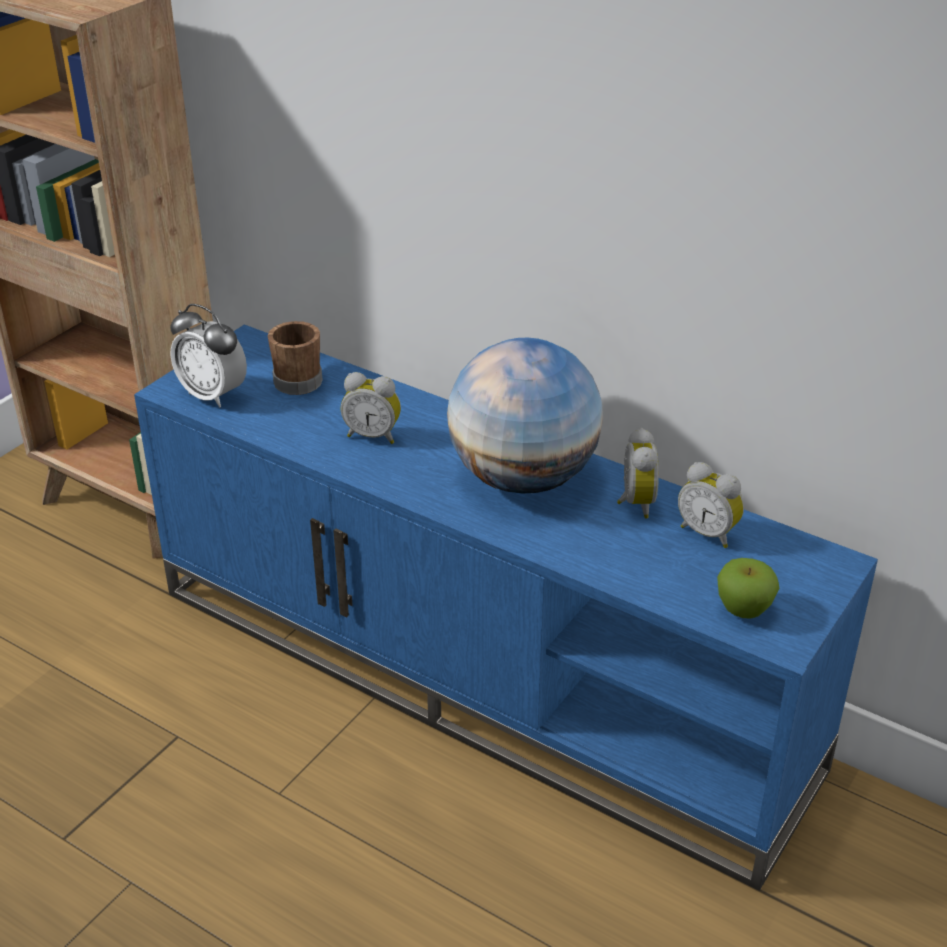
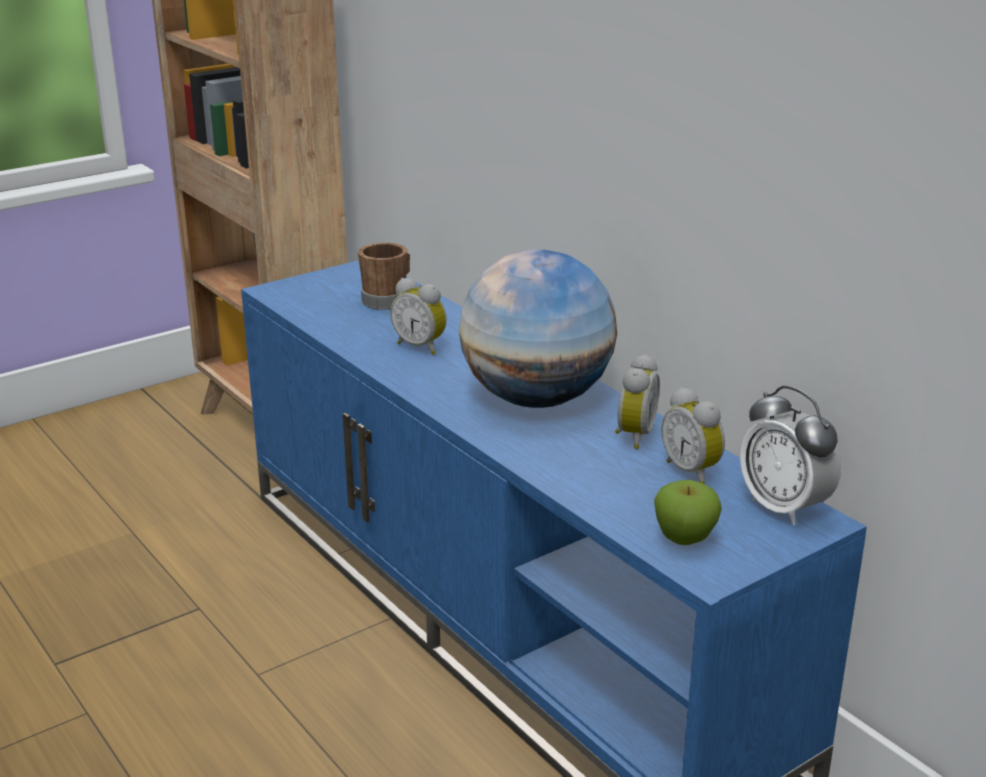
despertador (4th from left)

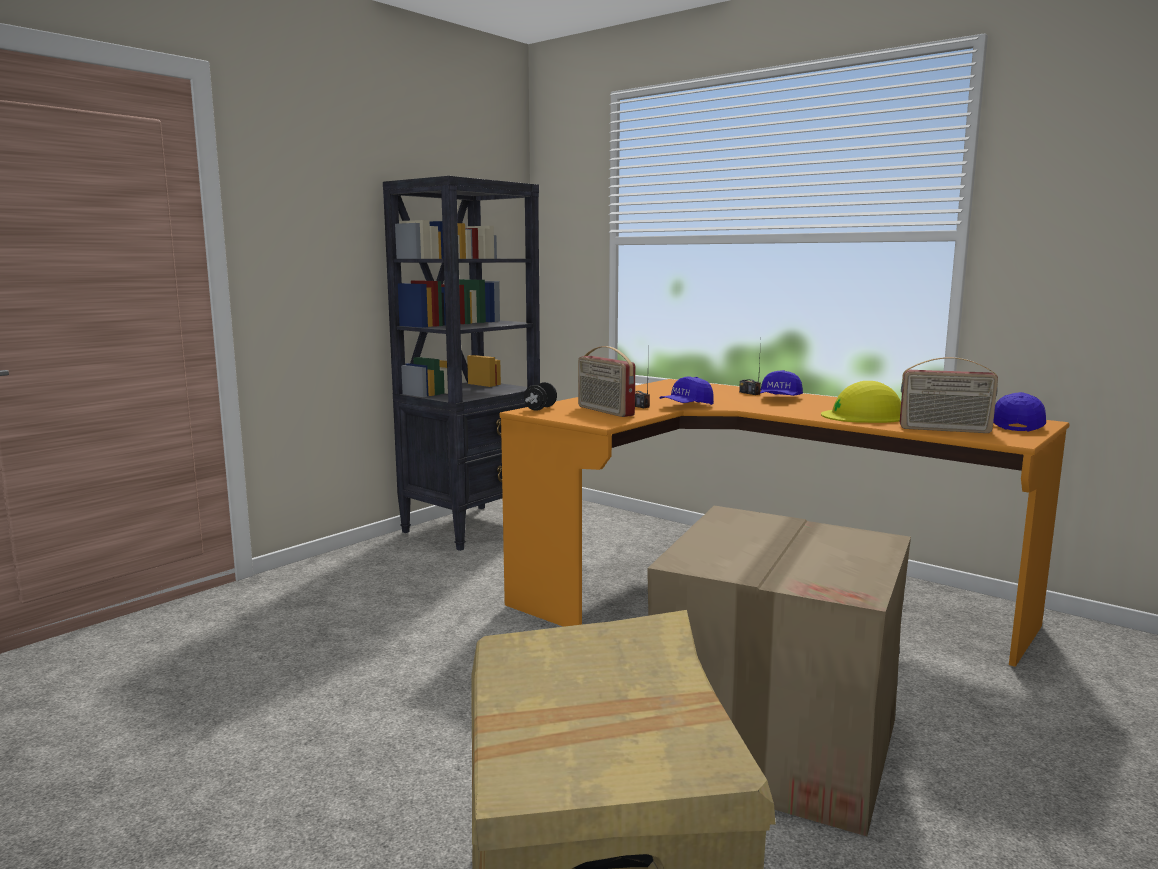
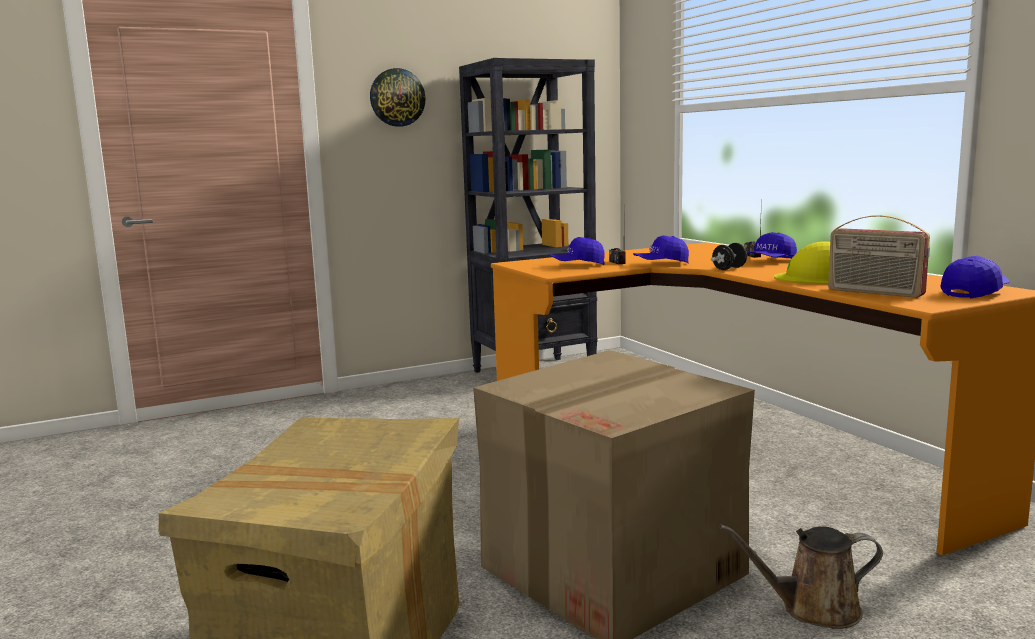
gorra/azul (1st from left)
mancuerna/negro
reloj de pared
regadera/marrón

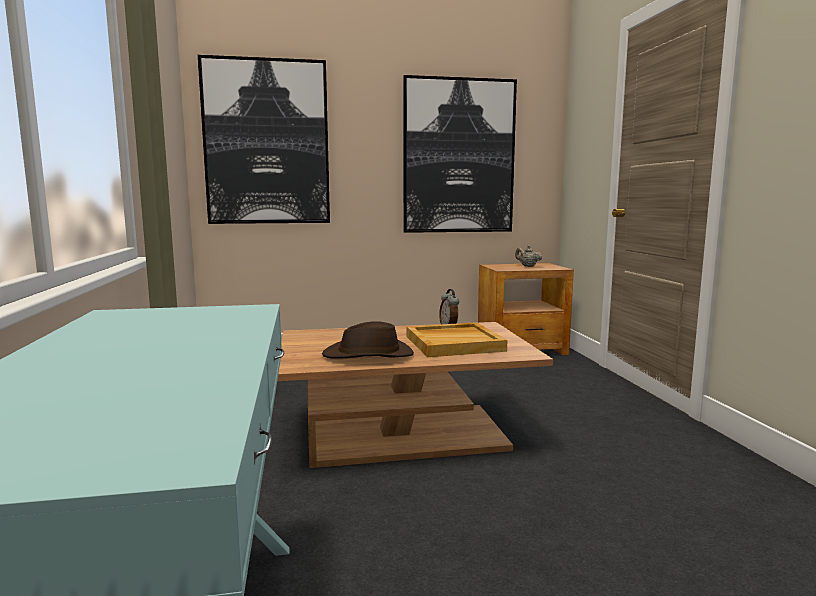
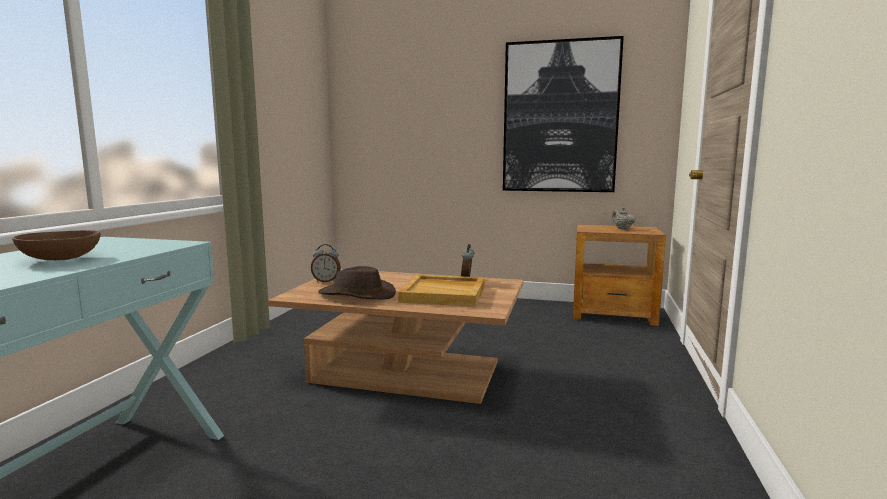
cuadro (1st from left in the first image)
cuenco/marrón
despertador (1st from left)

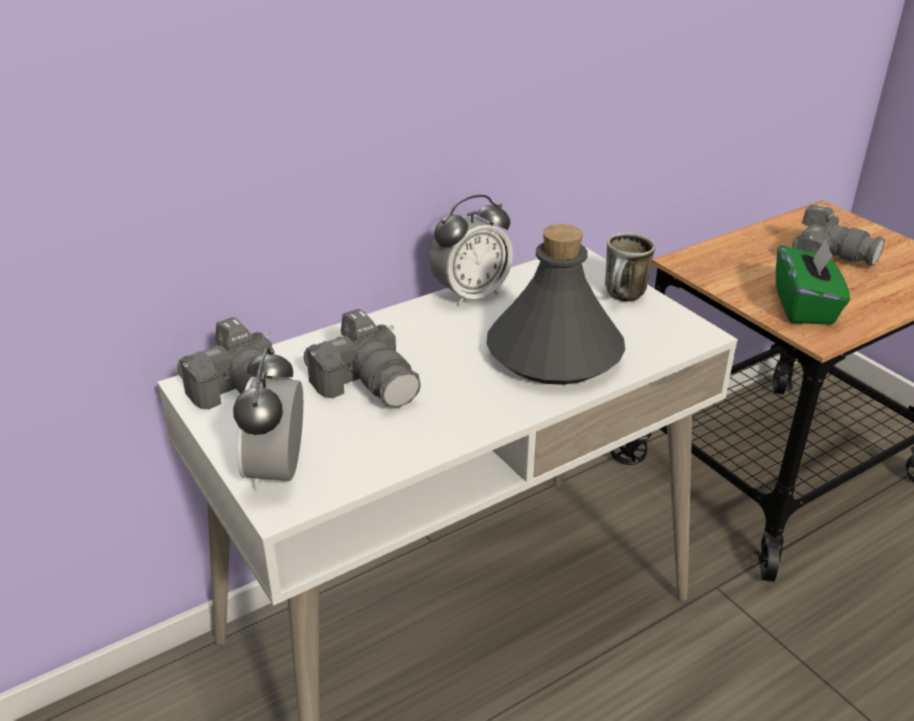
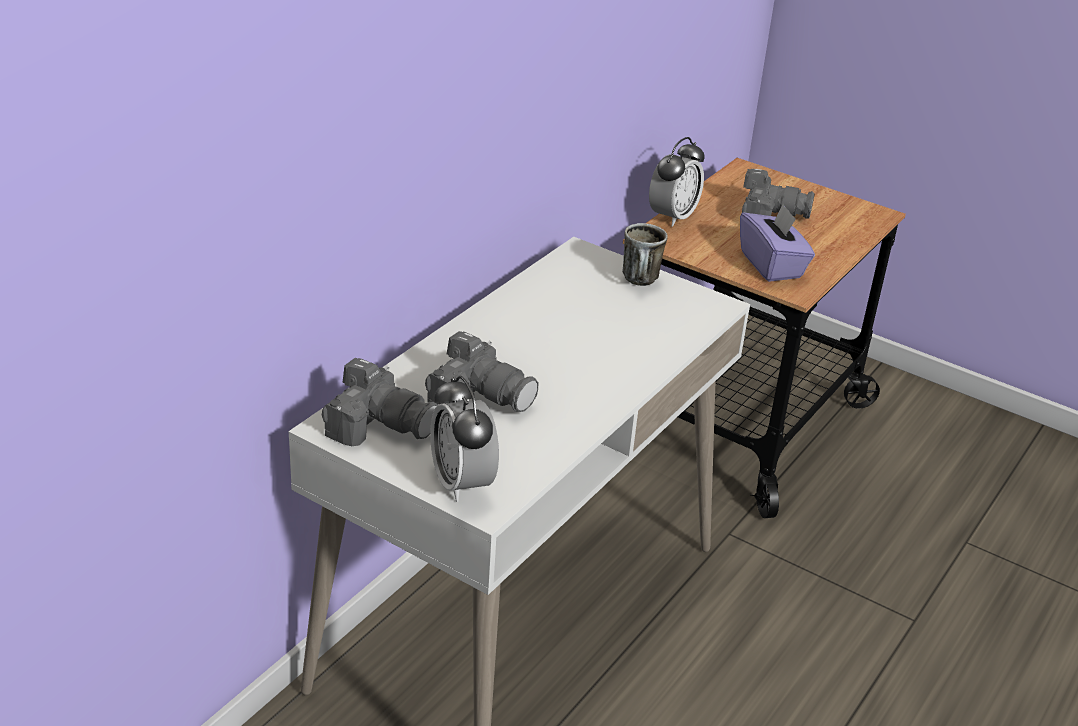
despertador (2nd from left)
botella/gris
caja de pañuelos/morado

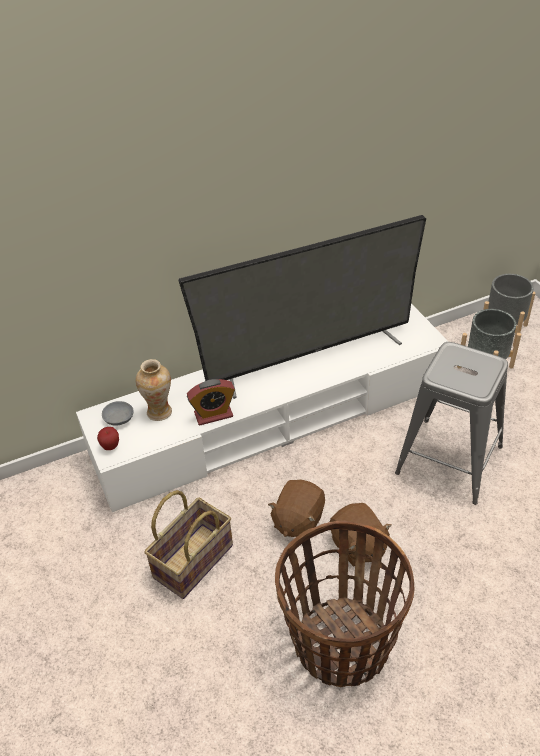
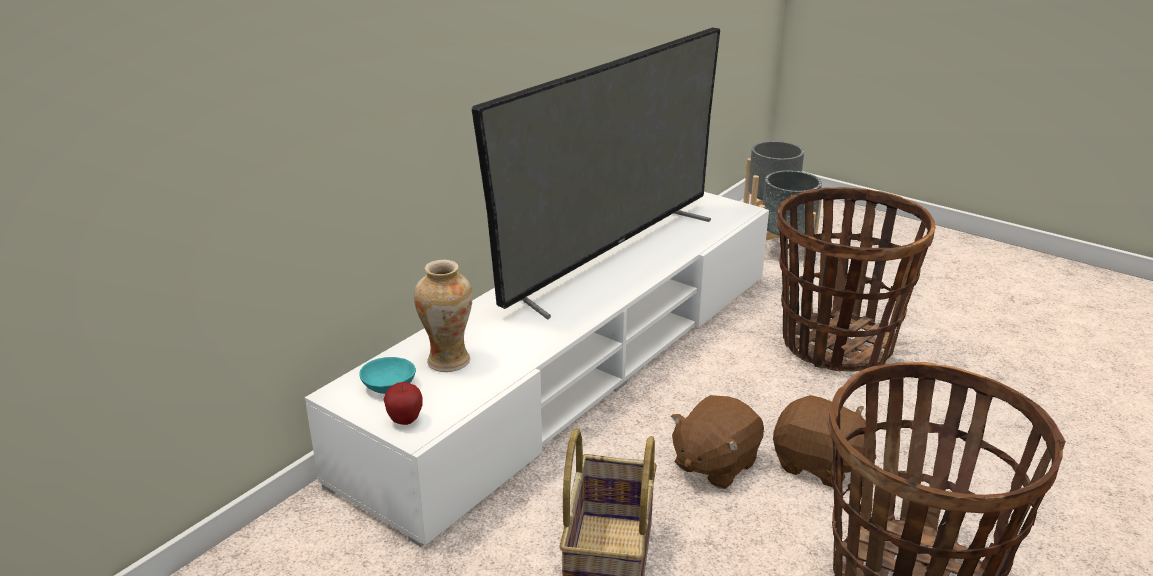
cesta (2nd from left)
despertador
cuenco/turquesa
peluche/marrón (1st from left)

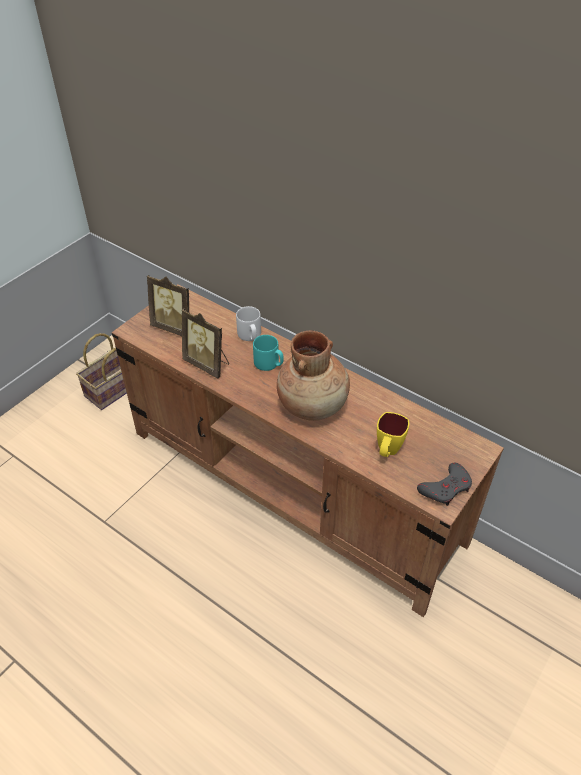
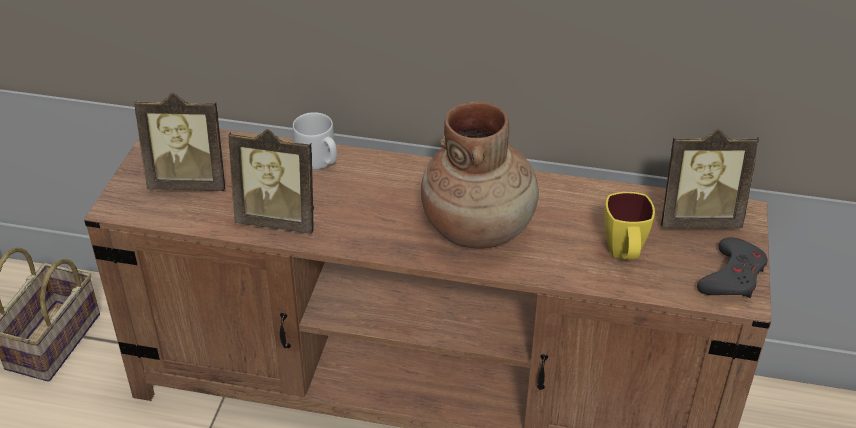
taza grande/turquesa
portarretratos (3rd from left)

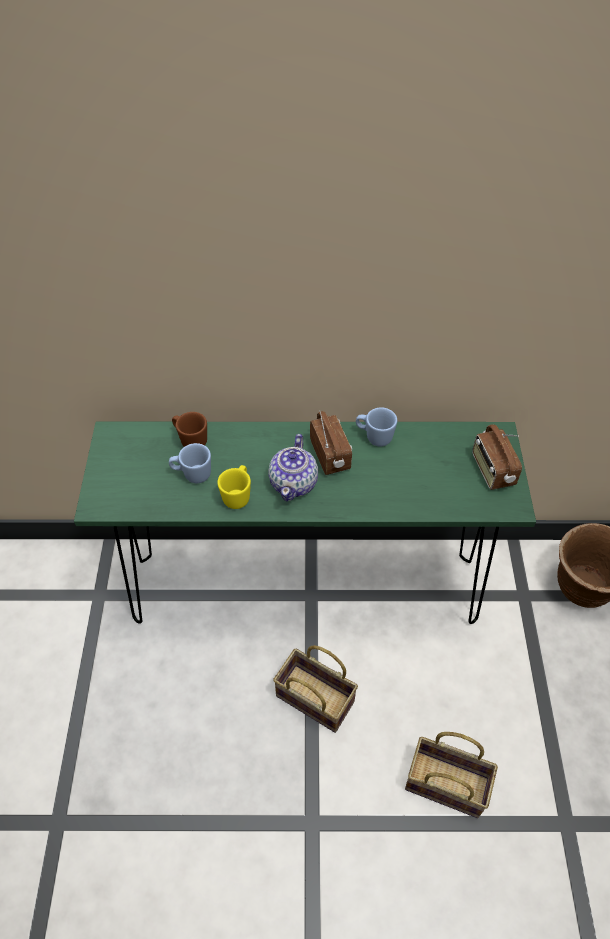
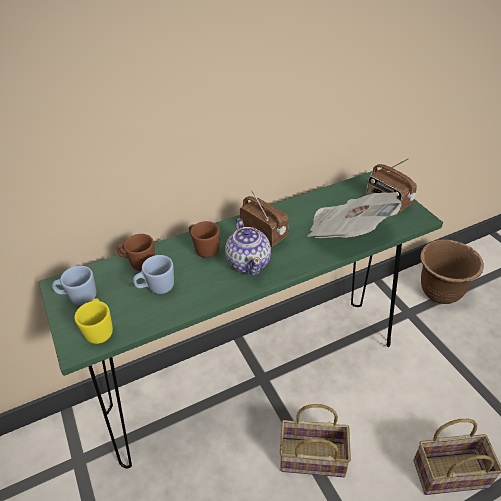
taza grande/azul (1st from left)
taza grande/amarillo
periódico
taza grande/marrón (2nd from left)

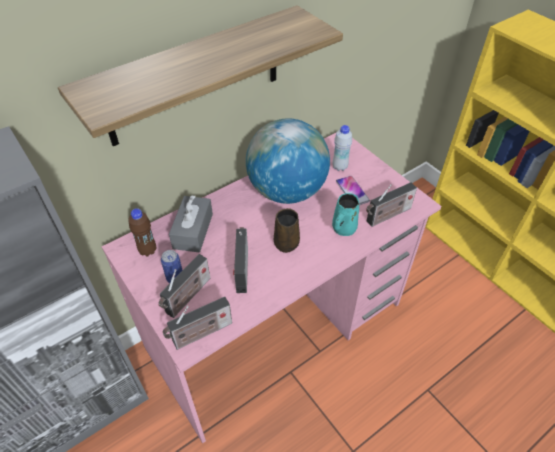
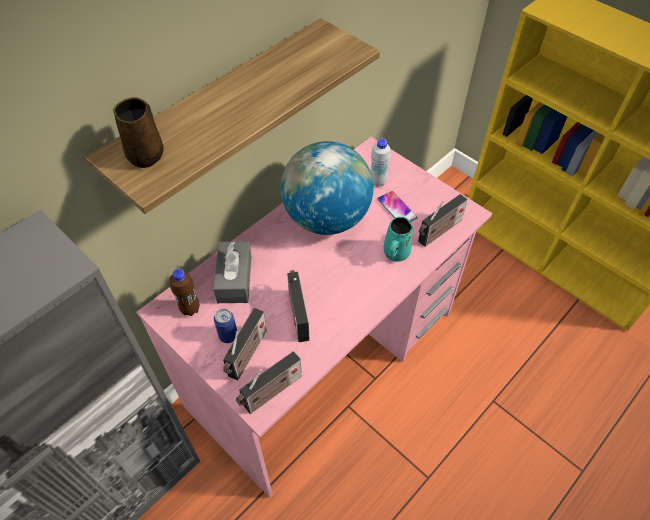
taza grande/marrón

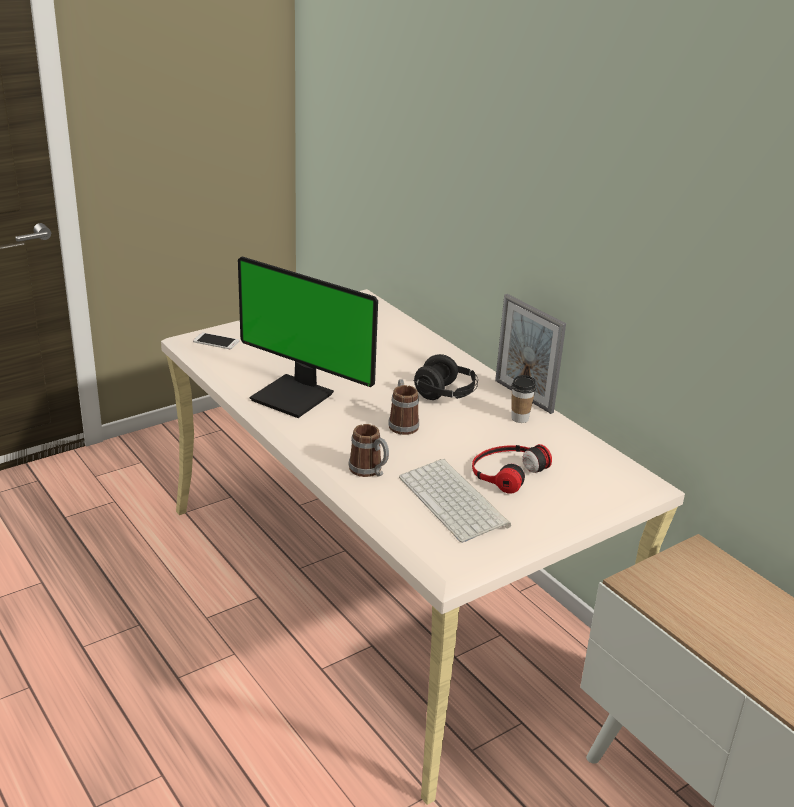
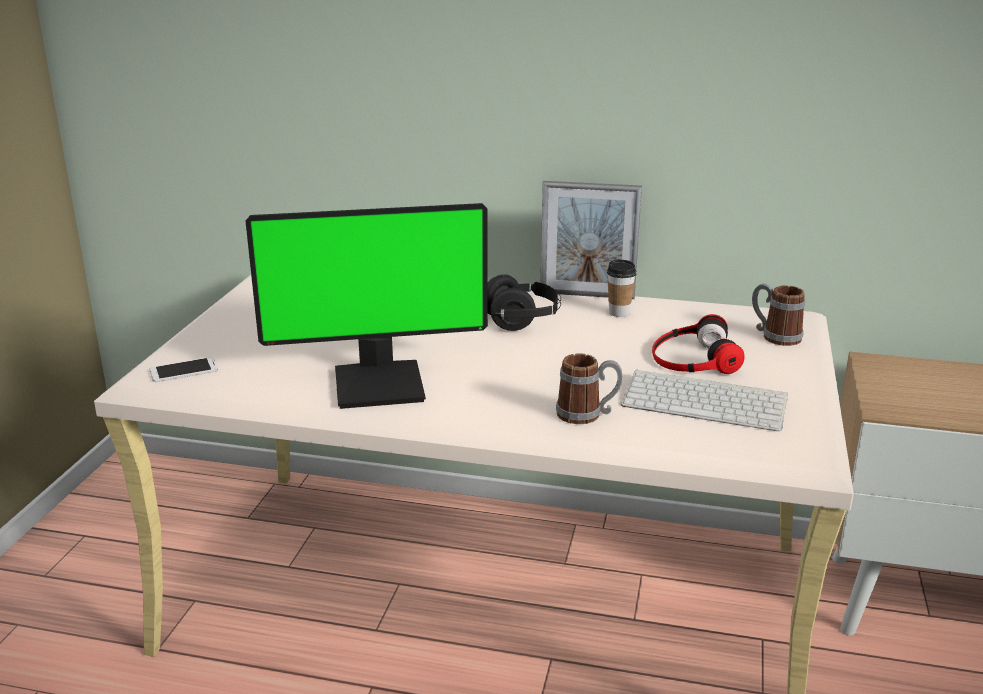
taza grande (2nd from left)

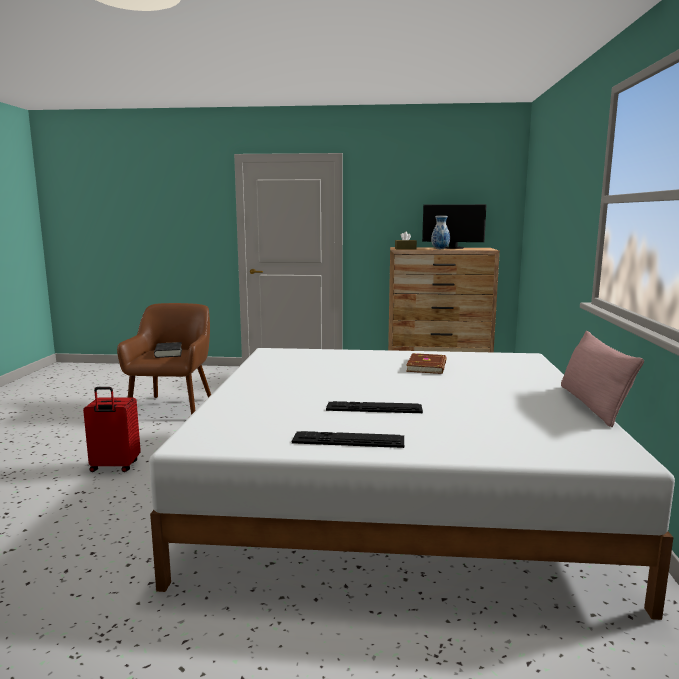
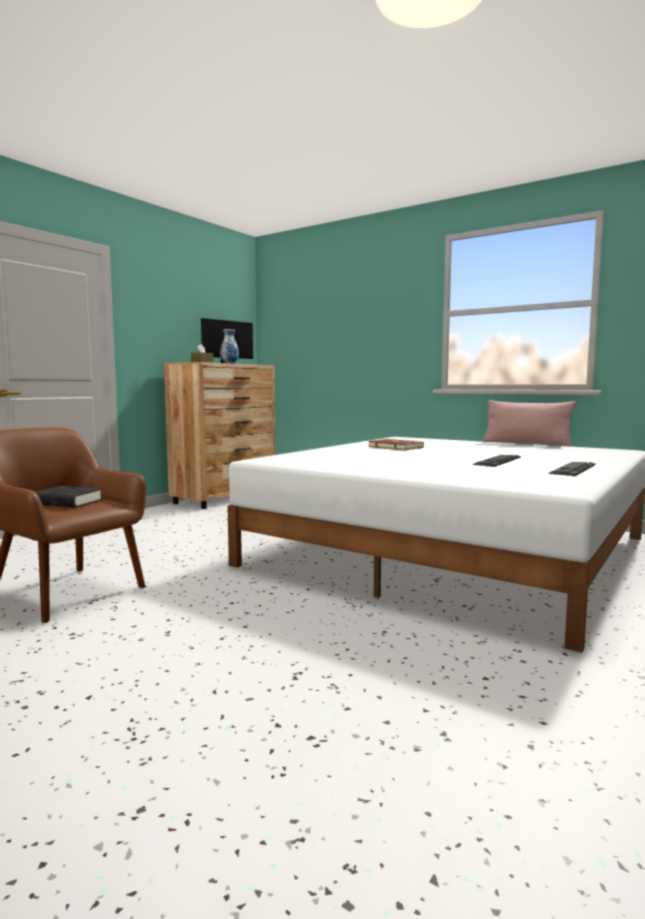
maleta/rojo

